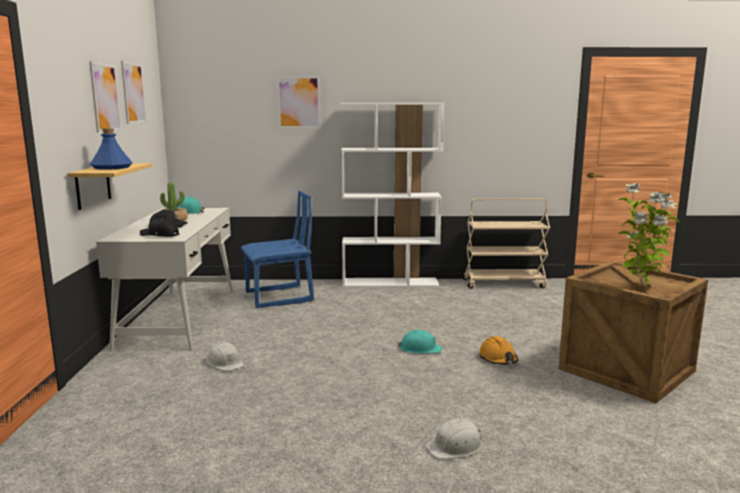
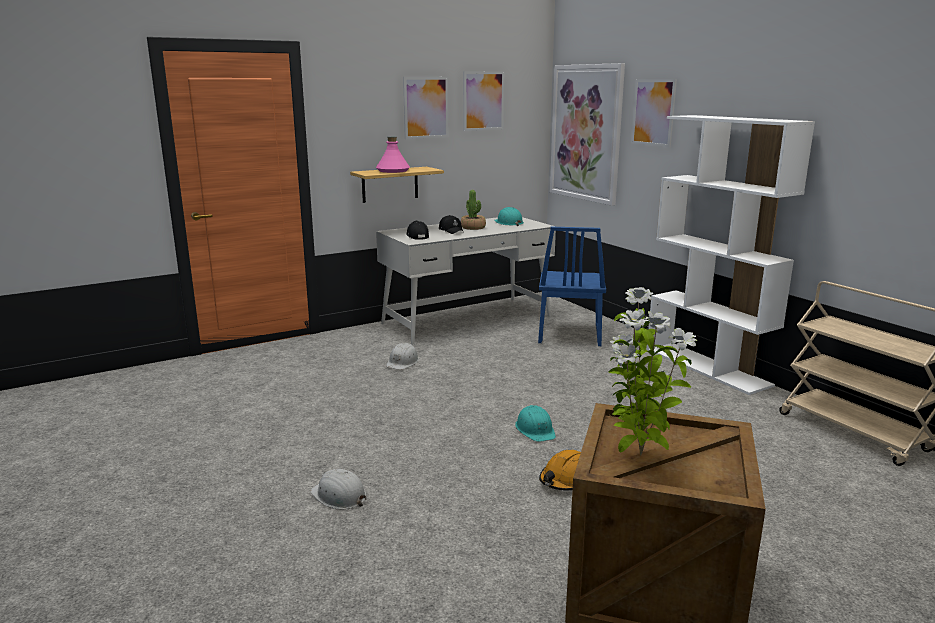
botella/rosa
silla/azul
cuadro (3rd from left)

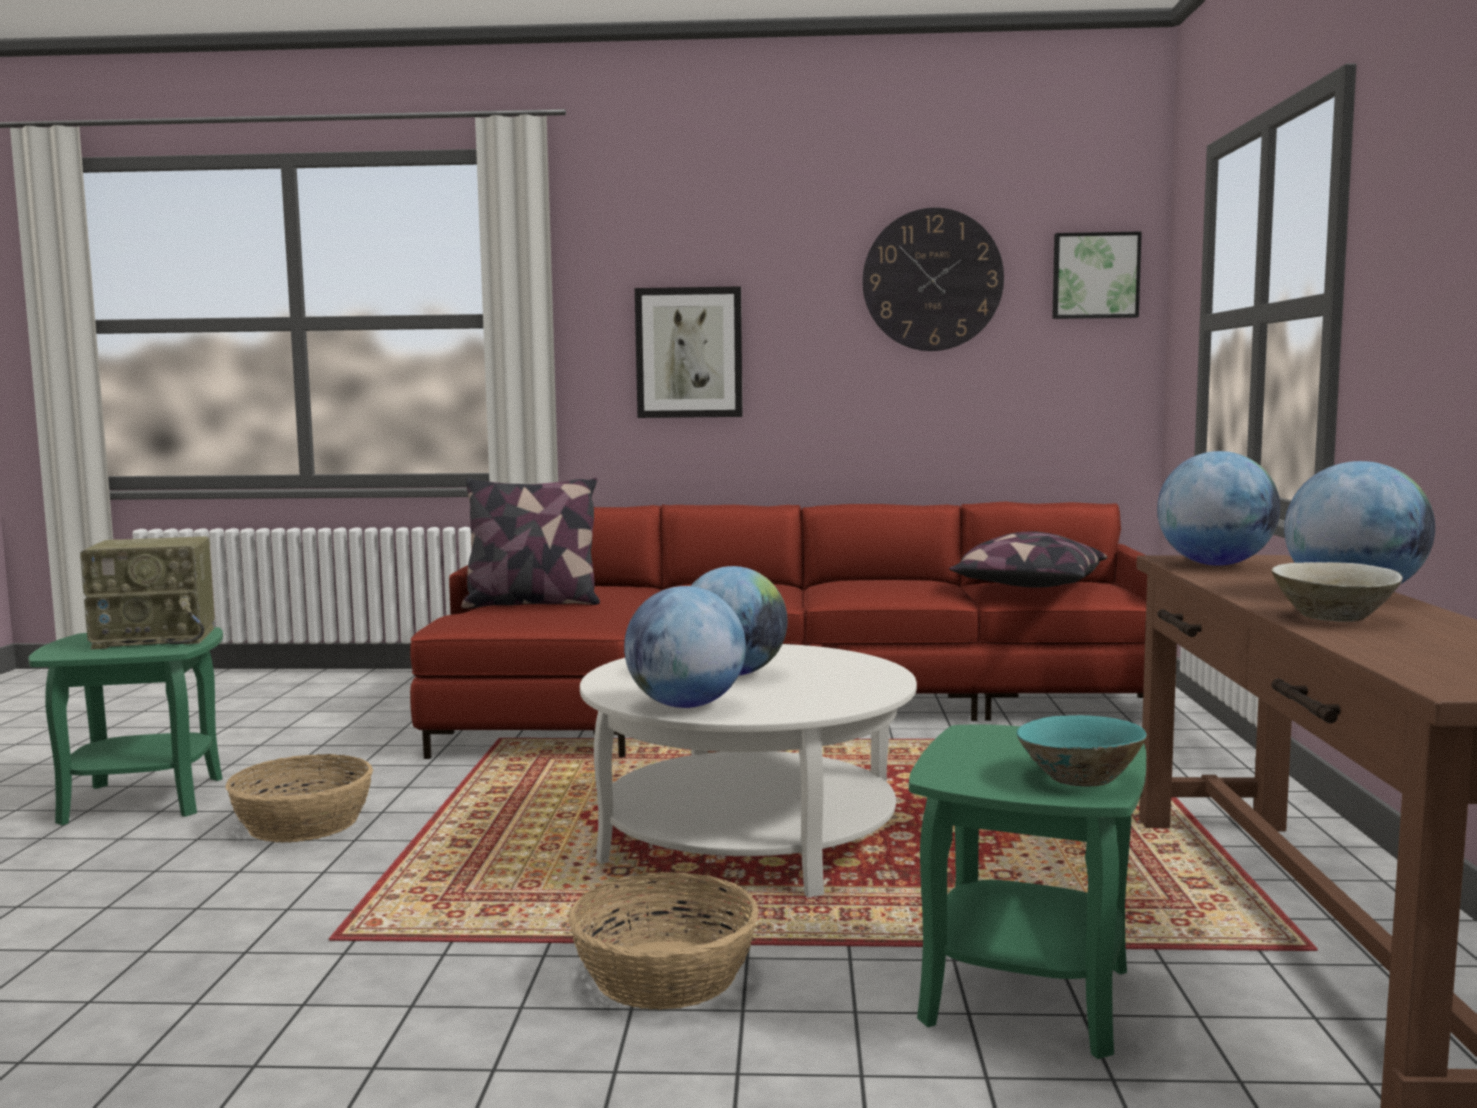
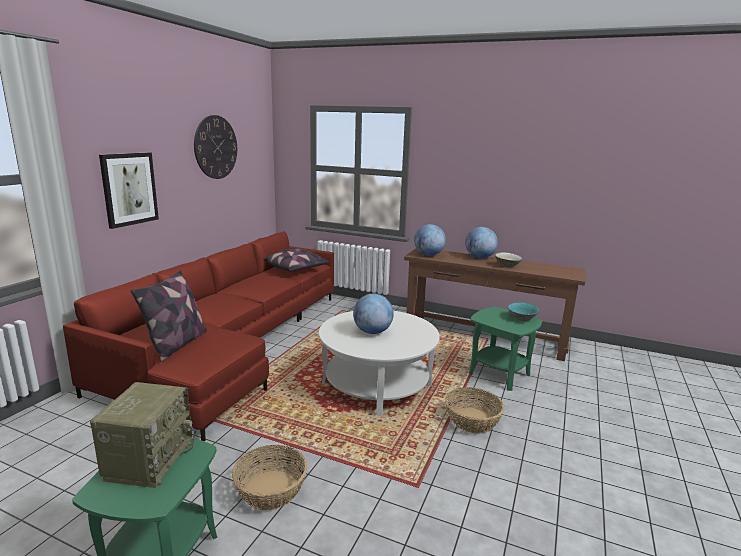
cuadro (2nd from left in the first image)
globo terráqueo (1st from left in the first image)

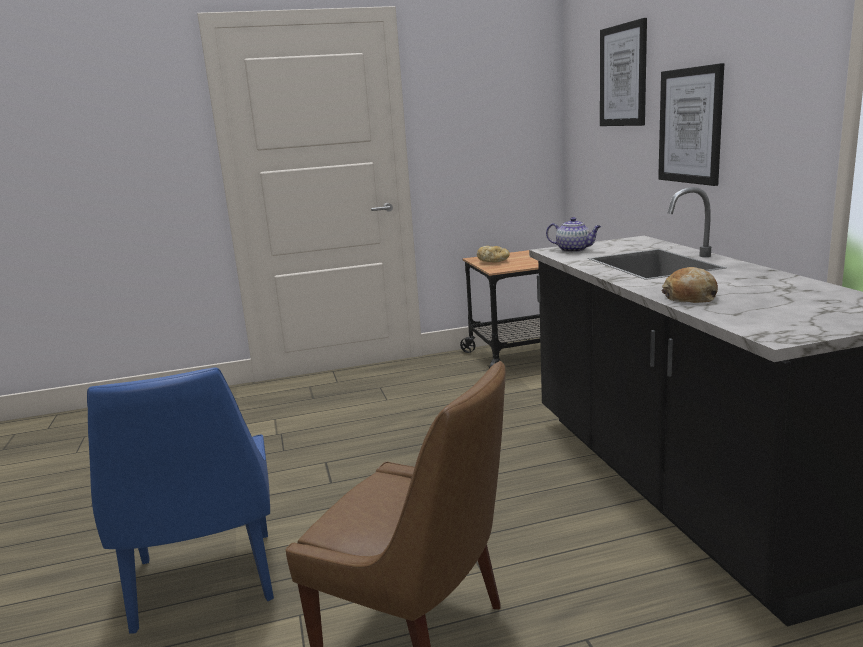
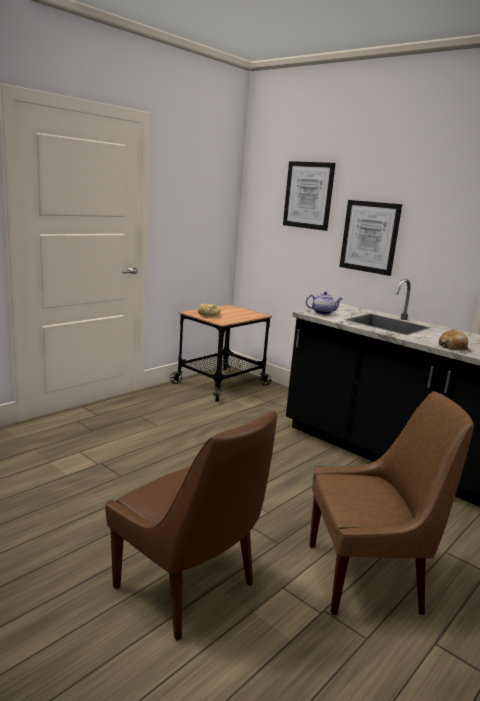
silla/marrón (1st from left)

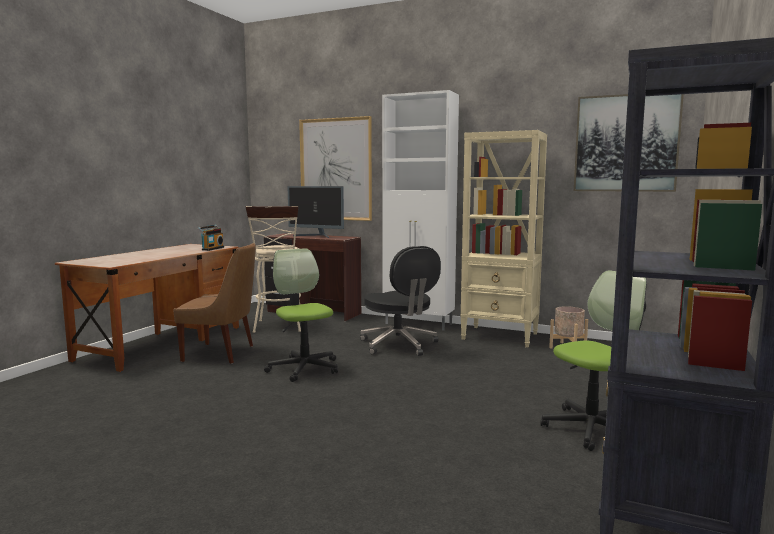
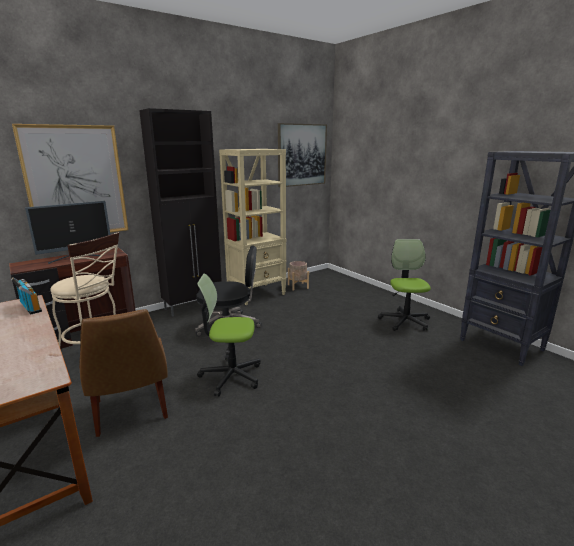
armario/negro
silla/marrón

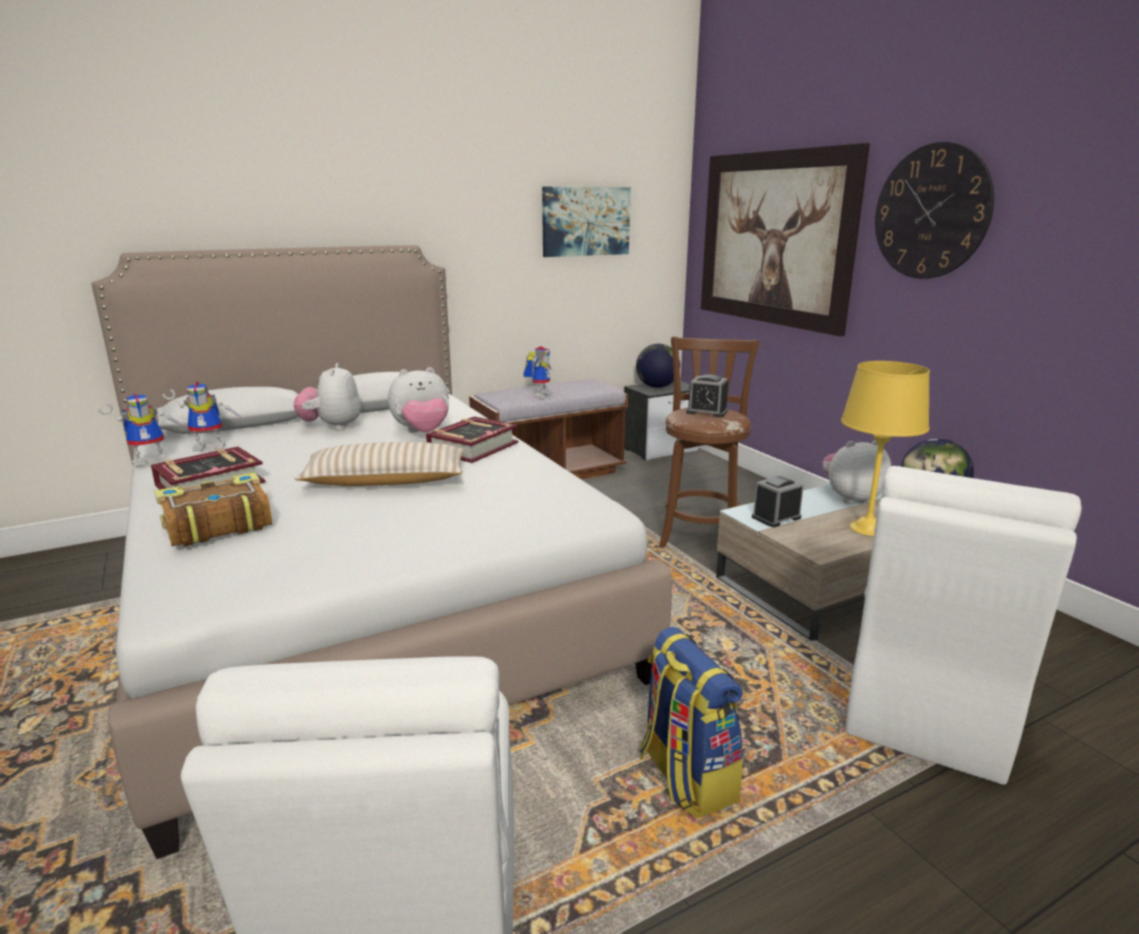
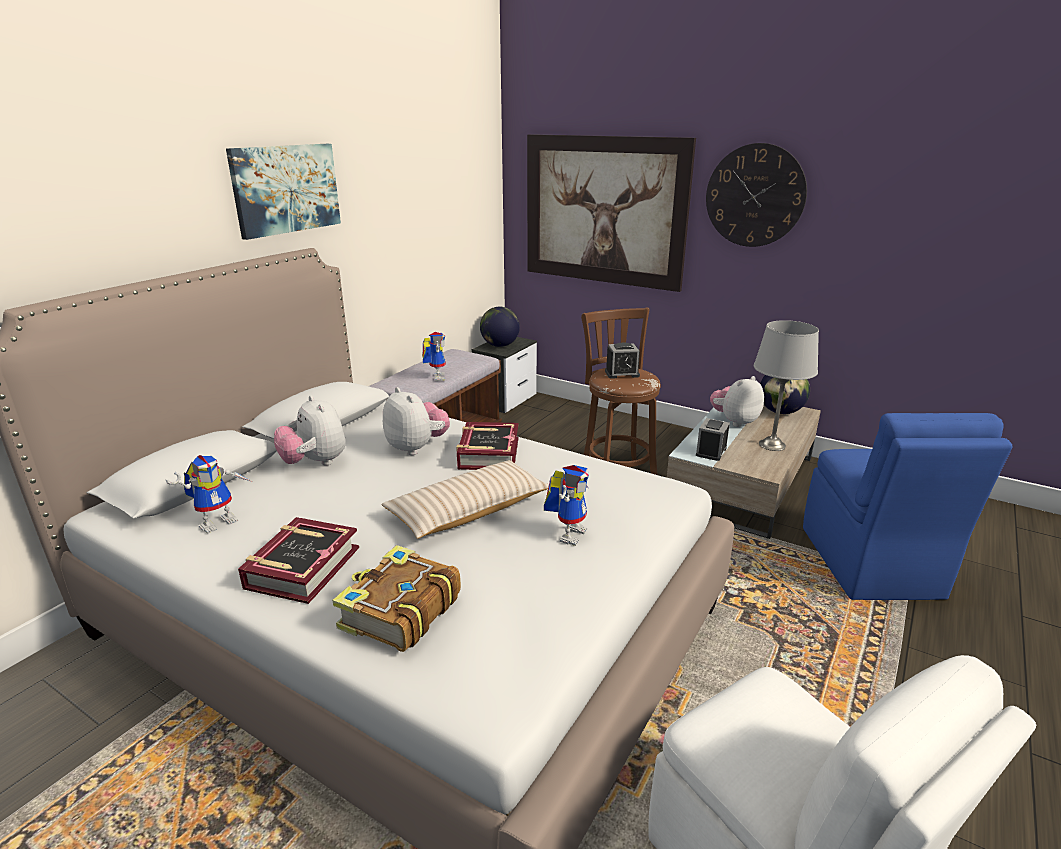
cuadro (1st from left)
lámpara de mesa/gris
peluche (2nd from left)
robot de juguete (3rd from left)
silla/azul
mochila

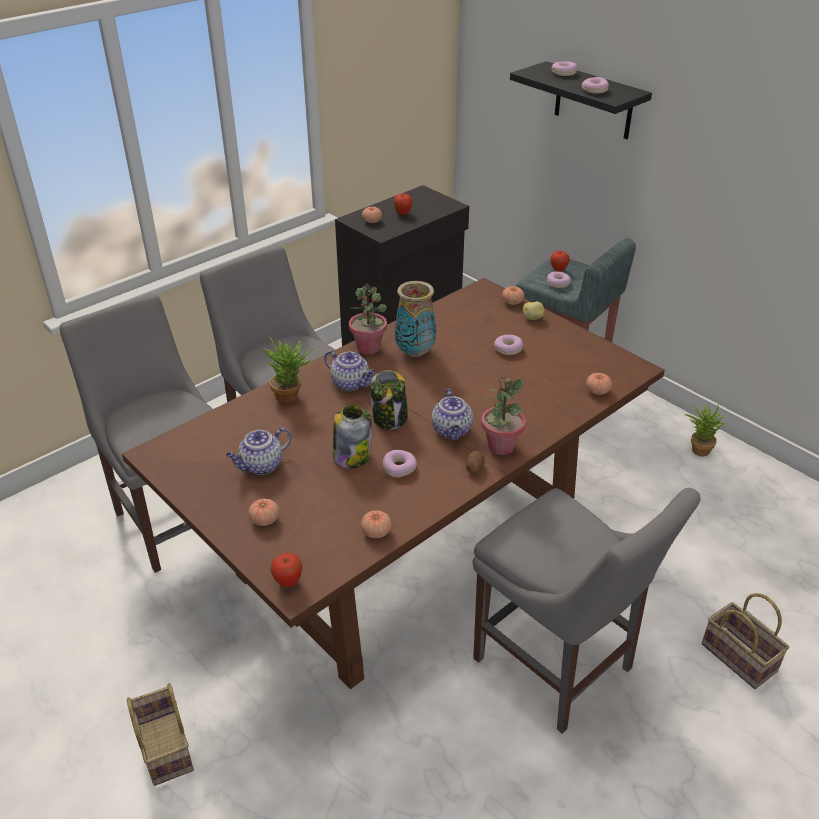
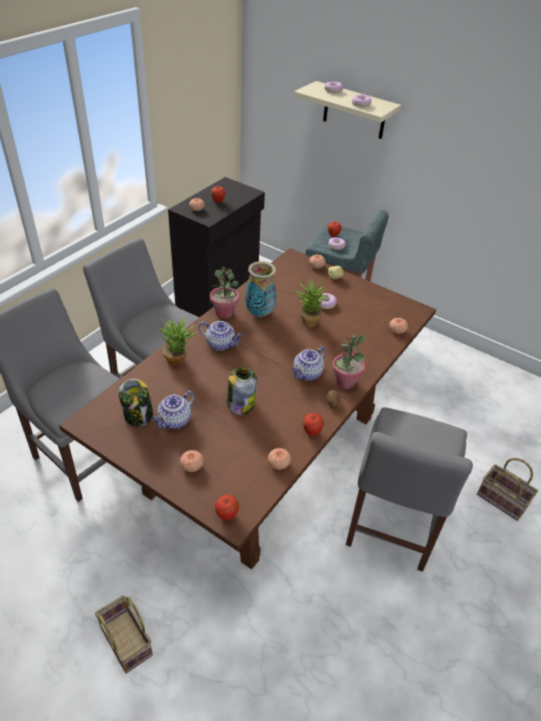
estante/beis
tarro (1st from left)
tetera (3rd from left)
planta en maceta (3rd from left)
rosquilla (1st from left in the first image)
silla/gris (3rd from left)
manzana (3rd from left)

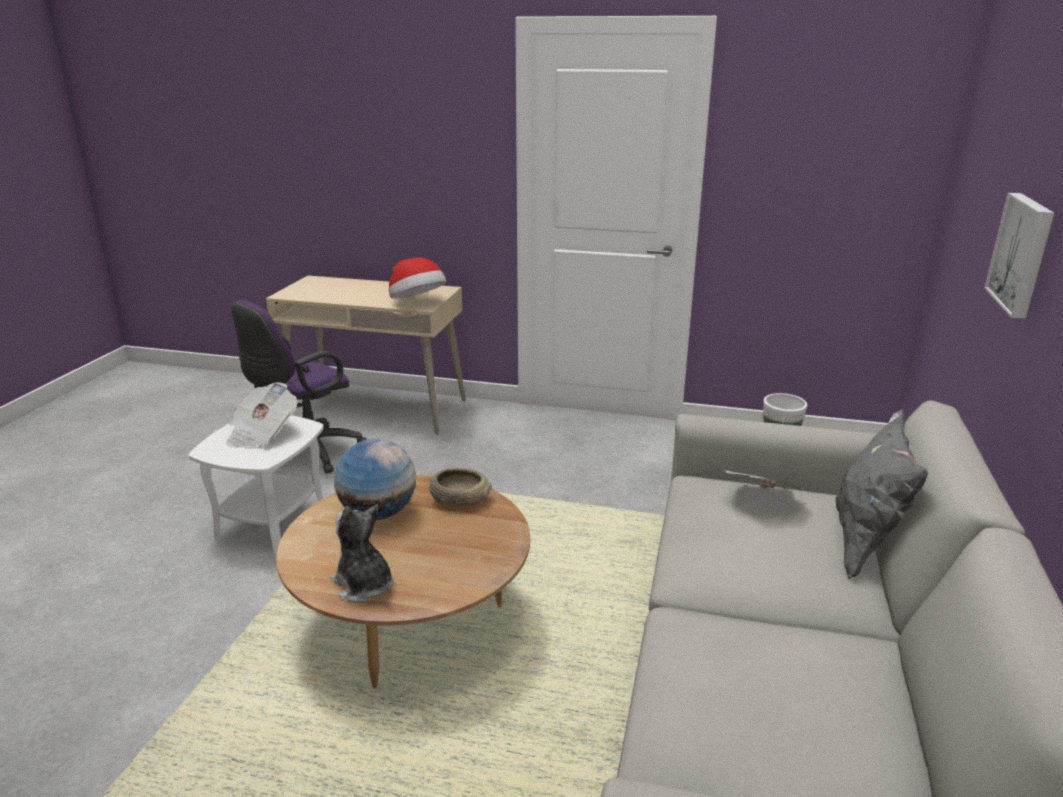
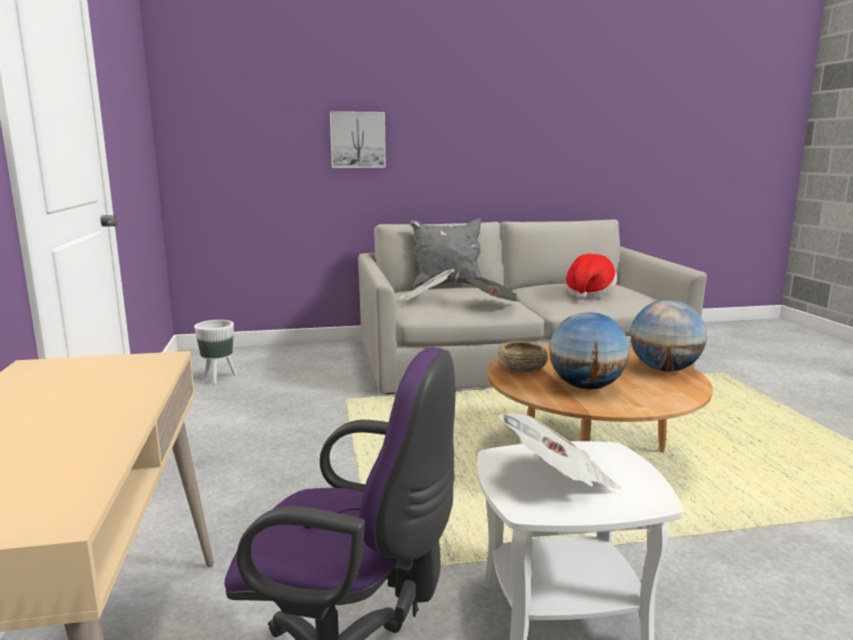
sombrero
globo terráqueo (2nd from left)
periódico (2nd from left)

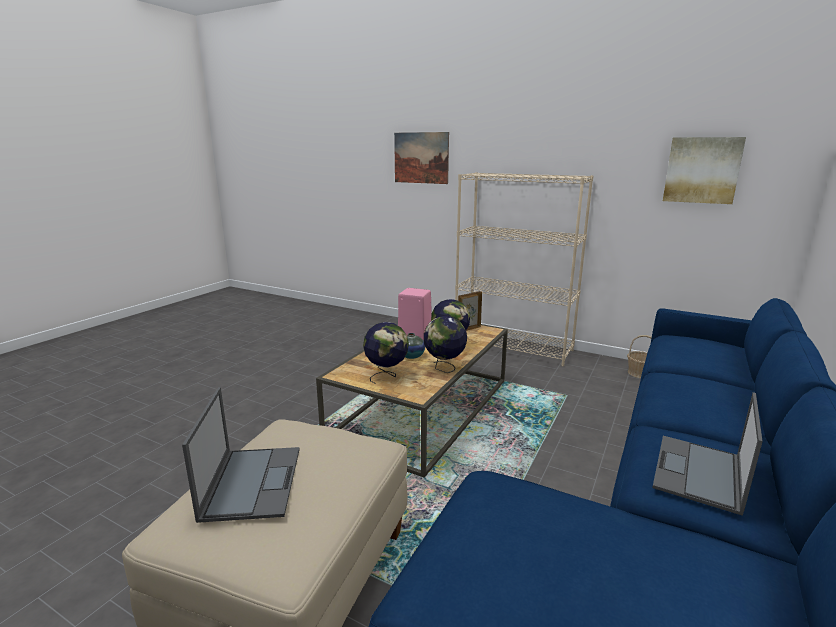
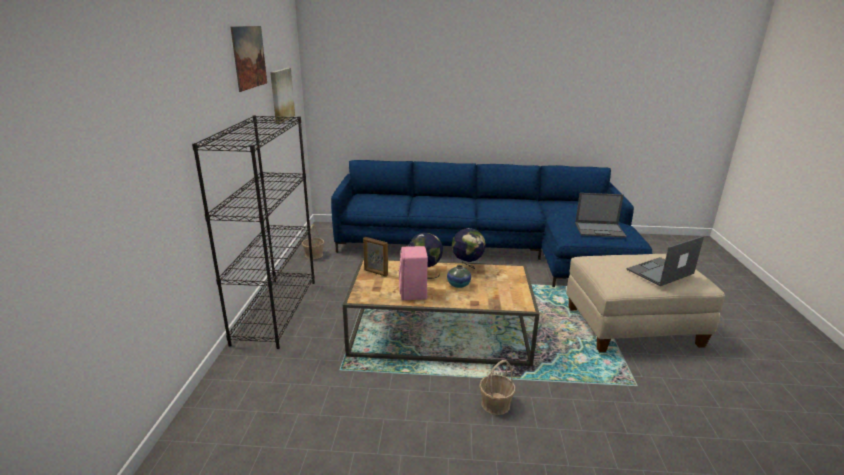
cuadro (1st from left)
estantería/negro
globo terráqueo (1st from left in the first image)
portátil (1st from left)
cesta (2nd from left)

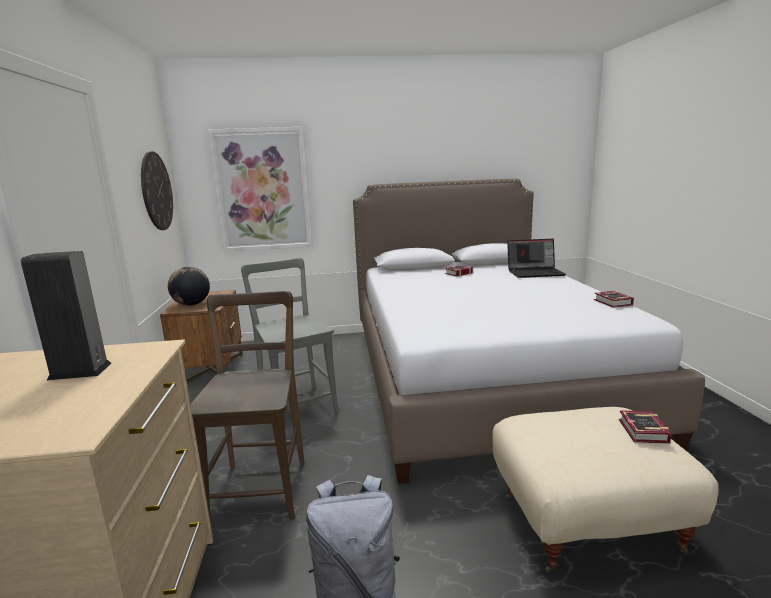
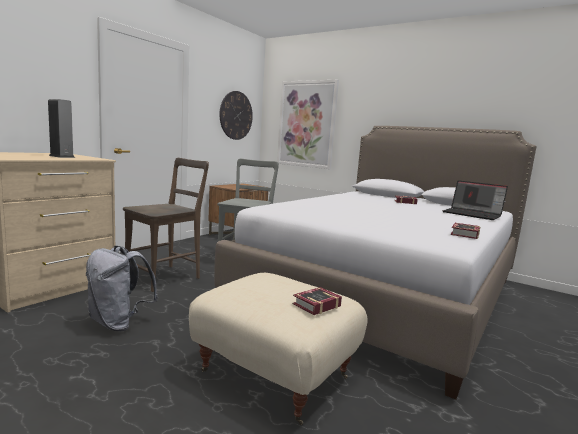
globo terráqueo

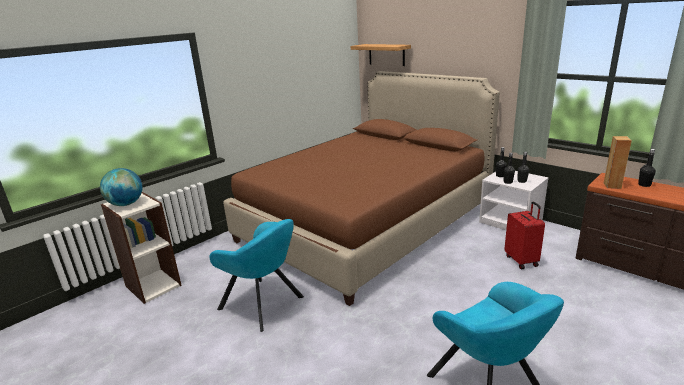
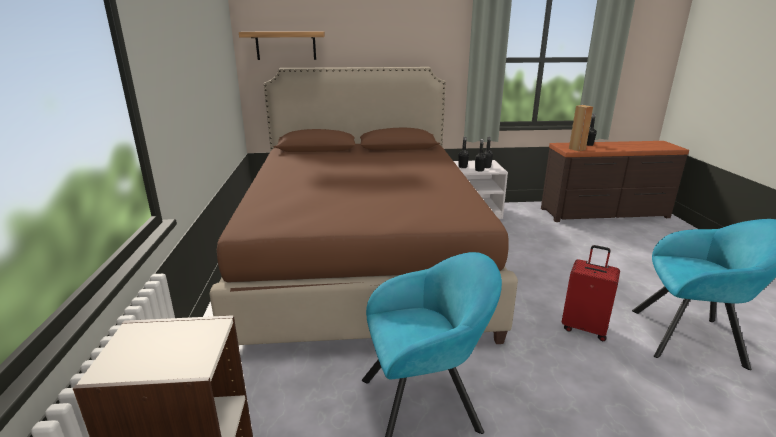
globo terráqueo
maleta/rojo

